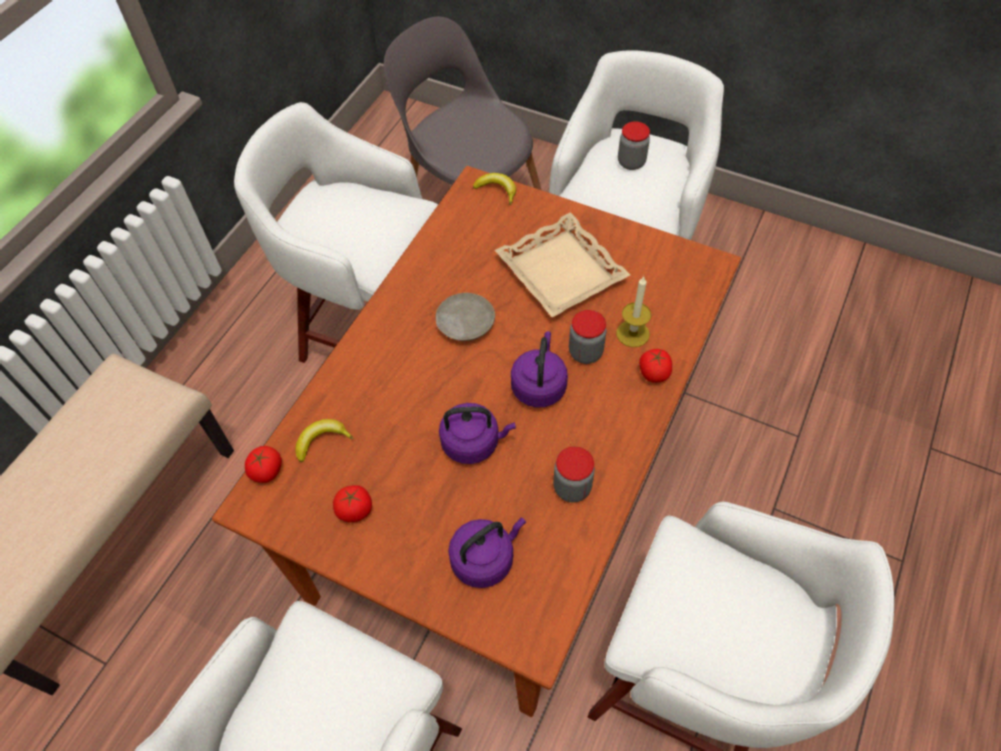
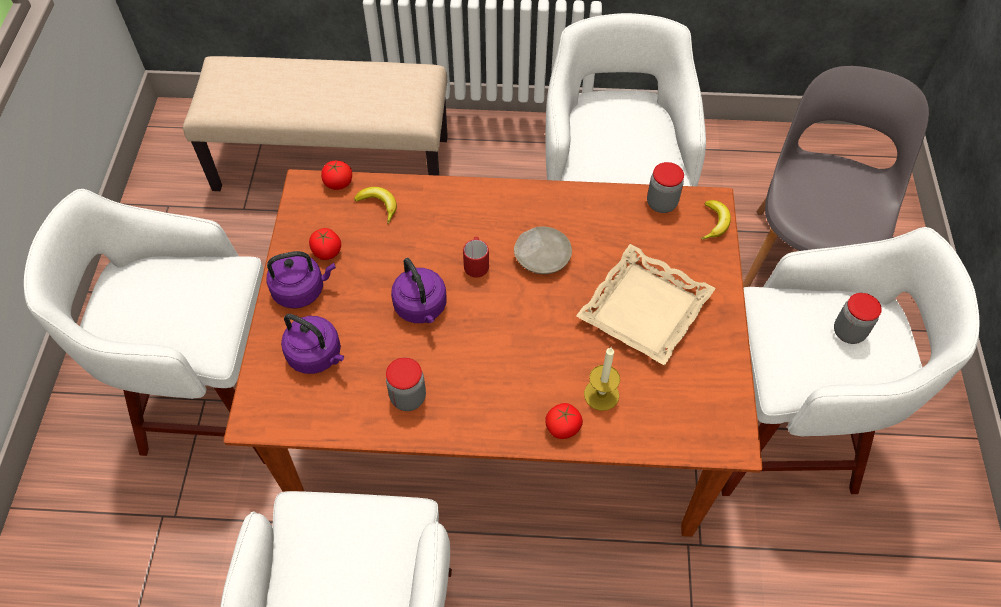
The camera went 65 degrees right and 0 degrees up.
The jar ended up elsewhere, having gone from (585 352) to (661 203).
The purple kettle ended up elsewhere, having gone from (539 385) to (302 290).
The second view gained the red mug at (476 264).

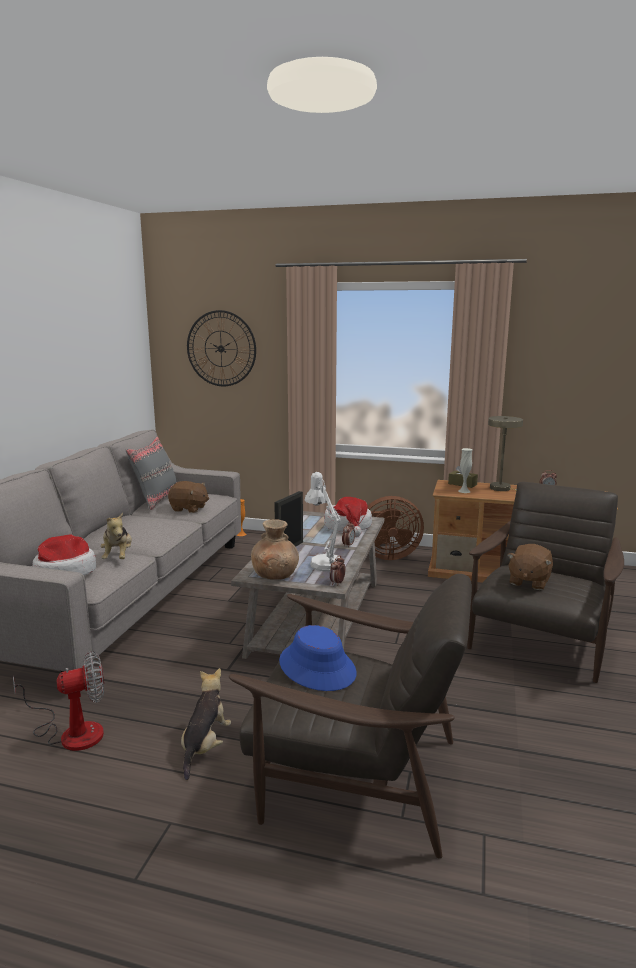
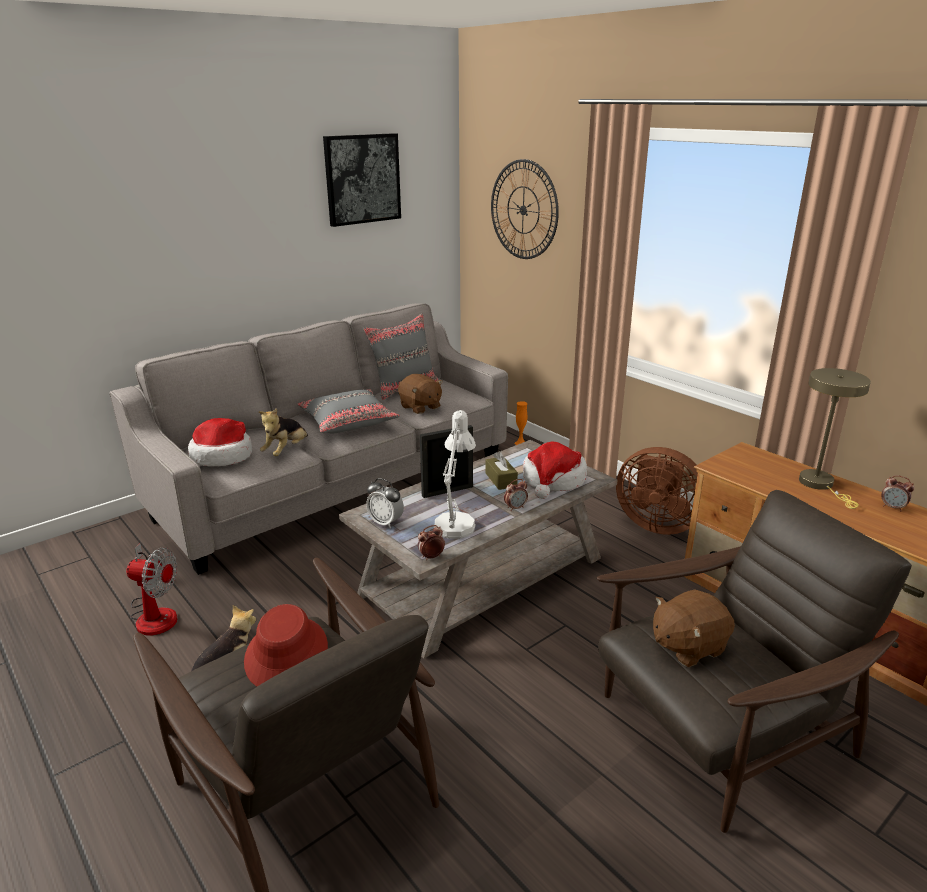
The camera went 35 degrees right and 10 degrees up.
The second view lost the white vase at (464 491).
The brown tissue box ended up elsewhere, having gone from (462 484) to (501 480).
Where the brown vase stood at (275 575), the alarm clock came to stand at (386 523).
What was the blue hat at (317 667) turned into the red hat at (287 654).
The second view gained the picture at (362 179).
The second view gained the grey pillow at (348 421).

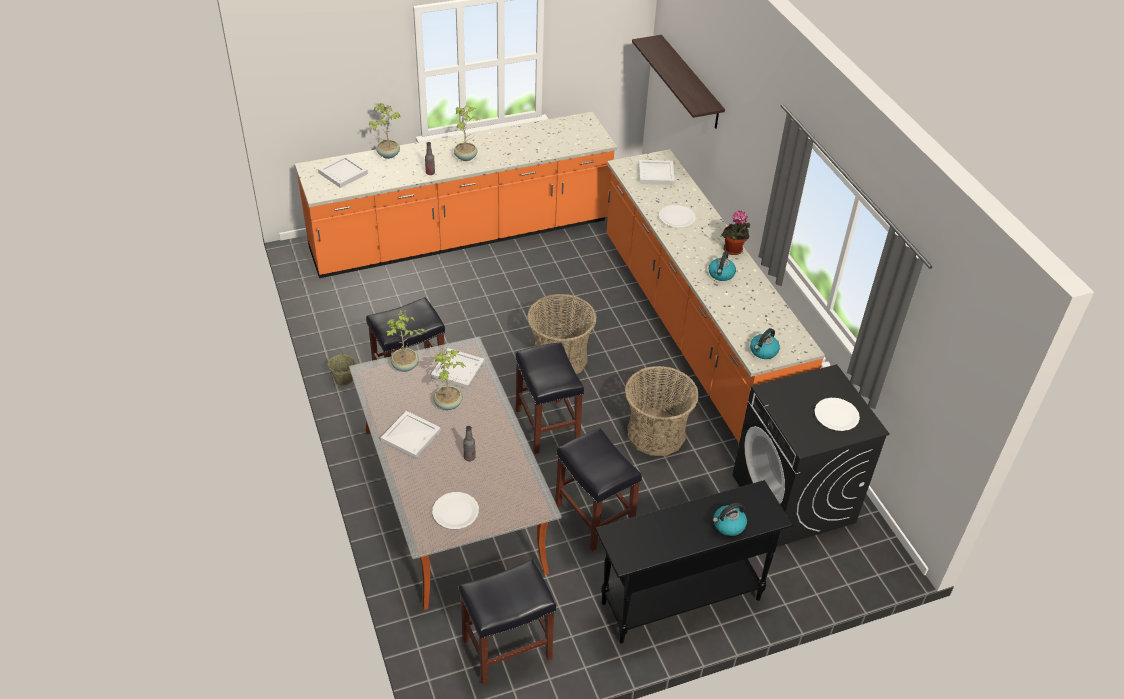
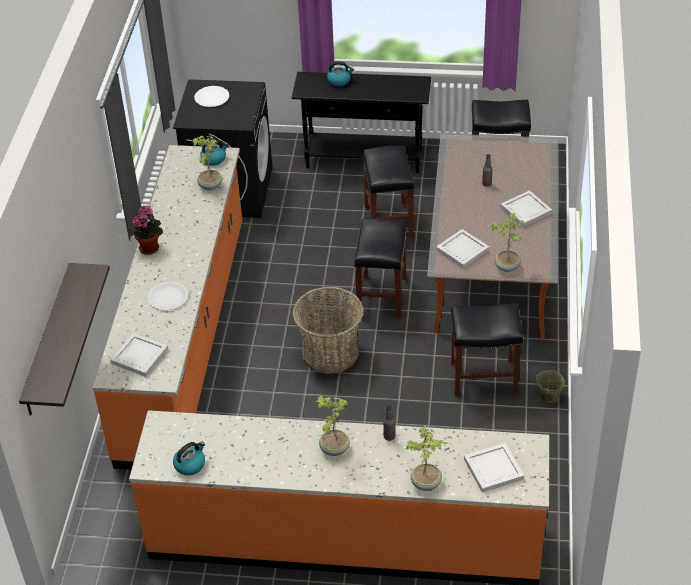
The camera went 150 degrees left and 0 degrees up.
The kettle ended up elsewhere, having gone from (721 274) to (190 464).
The potted plant ended up elsewhere, having gone from (449 403) to (209 186).
The second view lost the basket at (656 434).
The second view lost the white plate at (455 511).

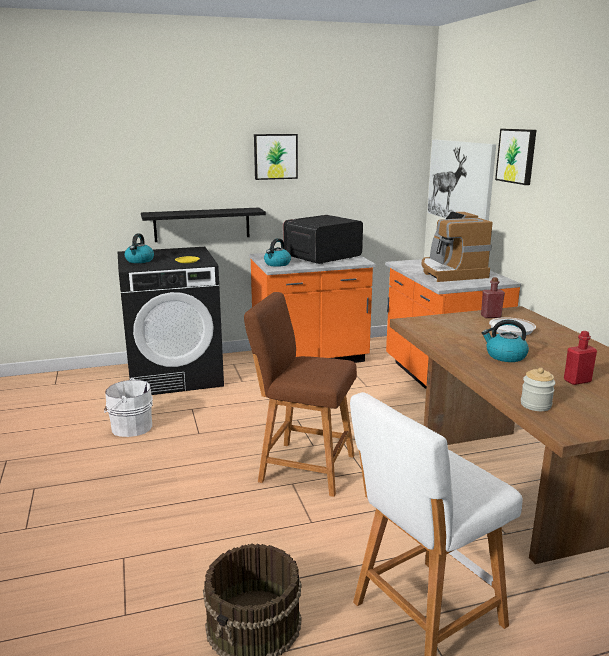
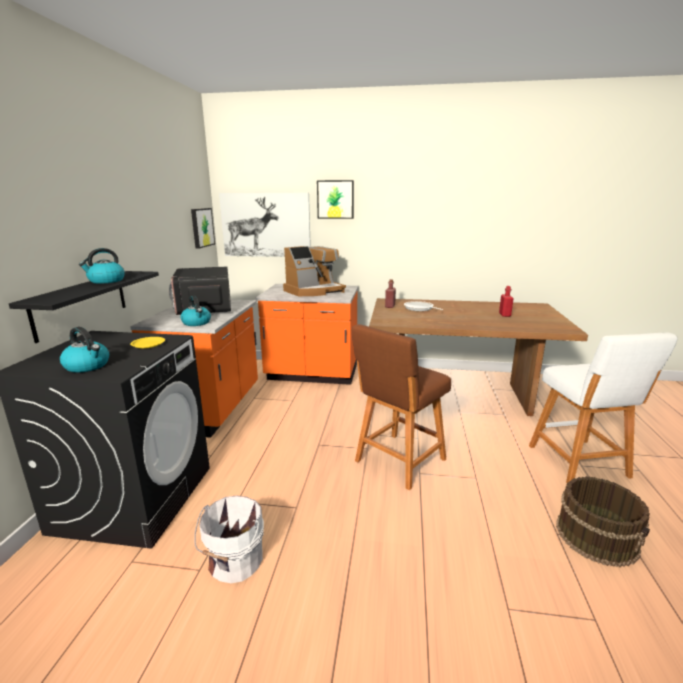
The camera went 65 degrees left and 0 degrees up.
The picture ended up elsewhere, having gone from (275 156) to (201 227).
The coffee machine at (450 273) ended up facing another way, 45 degrees counterclockwise from before.
The kettle ended up elsewhere, having gone from (505 356) to (106 281).
The second view lost the jar at (535 405).

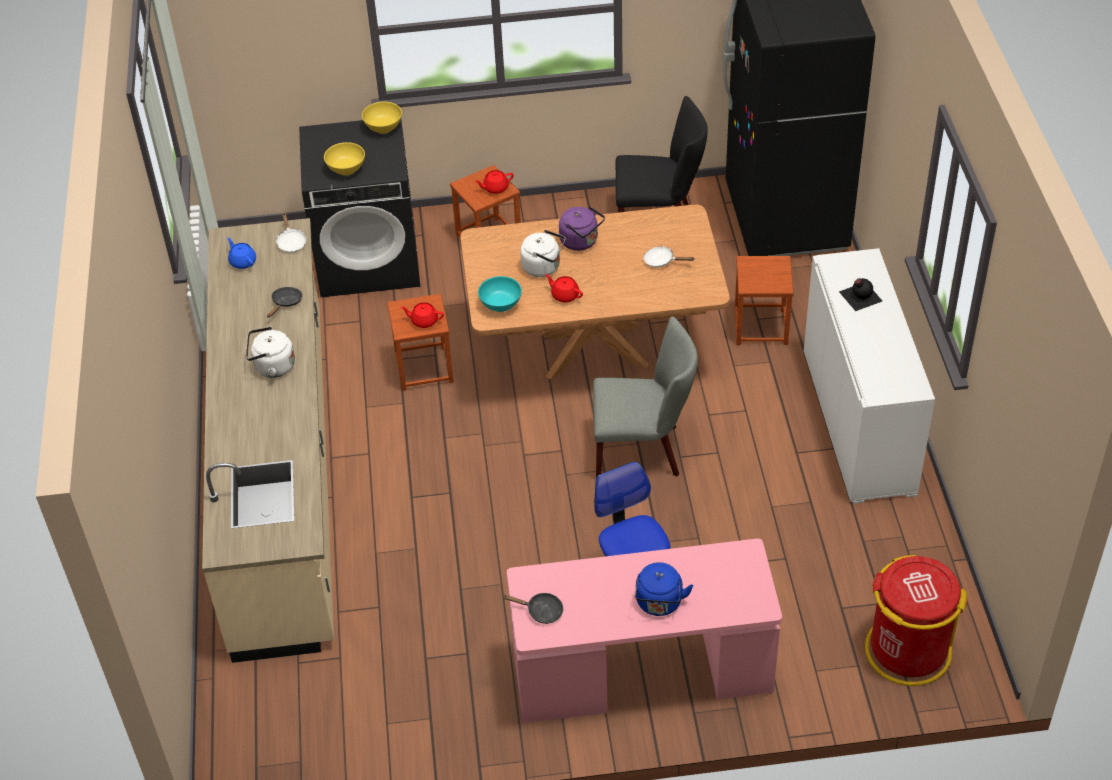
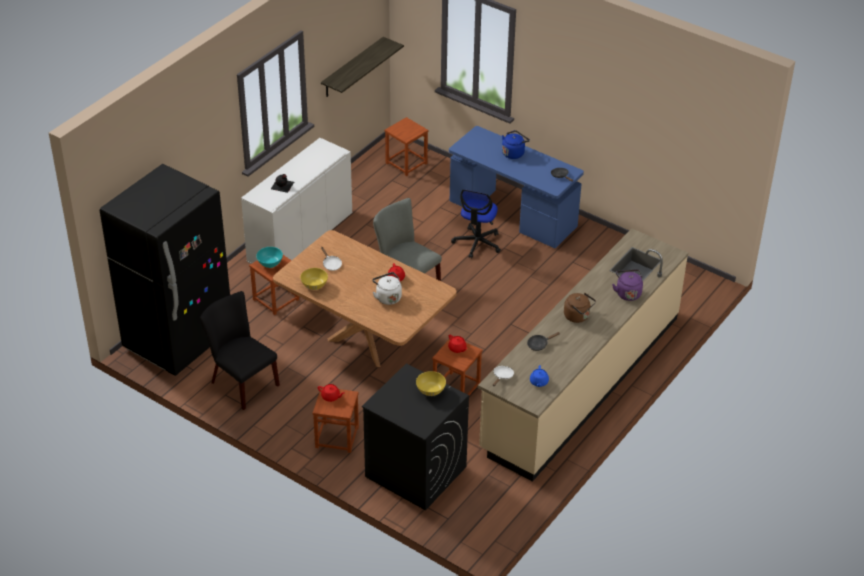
The camera went 140 degrees left and 5 degrees down.
The yellow bowl ended up elsewhere, having gone from (383 128) to (314 285).
The purple kettle ended up elsewhere, having gone from (581 242) to (627 293).
The turquoise bowl ended up elsewhere, having gone from (500 305) to (270 264).
What was the white kettle at (272 367) turned into the brown kettle at (578 316).
What was the pink desk at (642 675) turned into the blue desk at (512 214).
Where the red trash can stood at (907 651), the brown stool came to stand at (406 163).
The second view gained the shelf at (352 68).

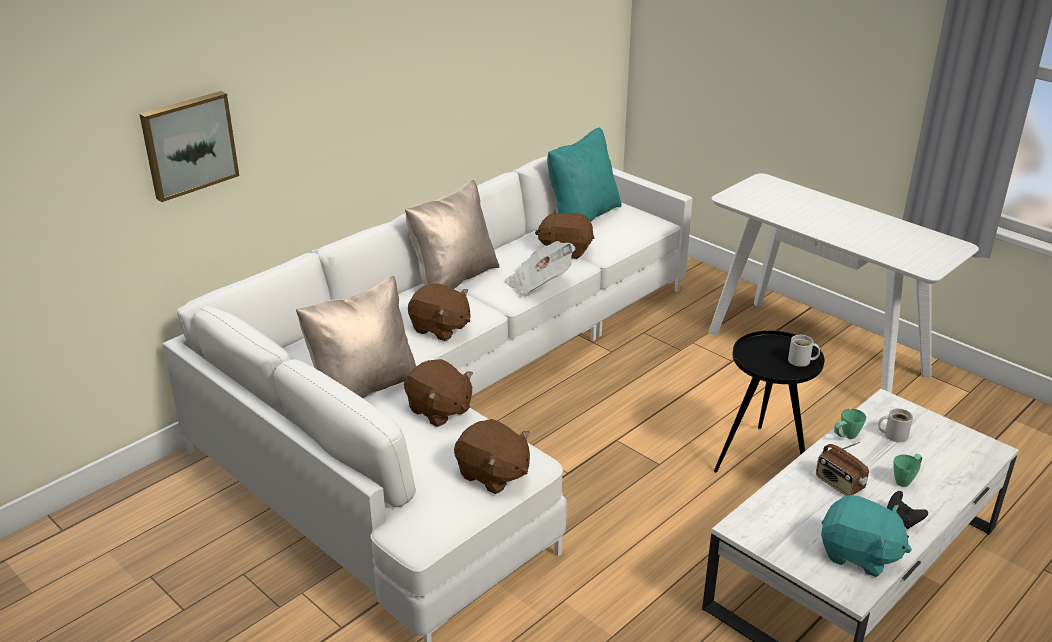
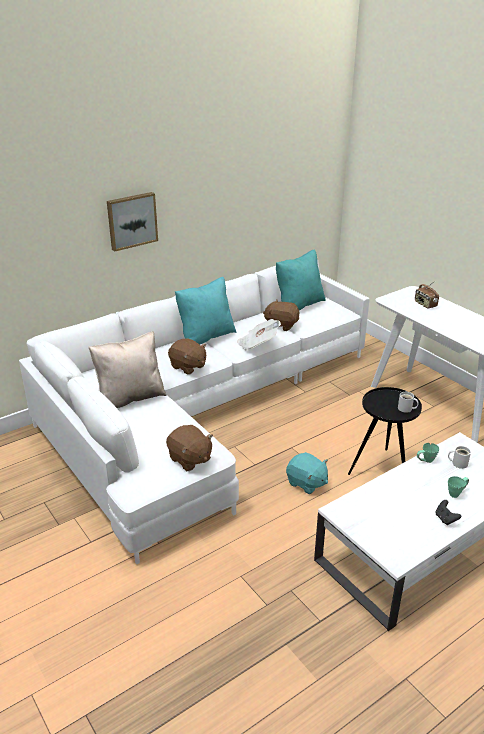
The camera went 10 degrees right and 0 degrees up.
The picture ended up elsewhere, having gone from (188 144) to (131 220).
What was the beige pillow at (453 278) turned into the turquoise pillow at (206 336).
The second view lost the brown plush toy at (439 410).
The radio ended up elsewhere, having gone from (839 484) to (425 304).
The turquoise plush toy ended up elsewhere, having gone from (859 554) to (306 483).

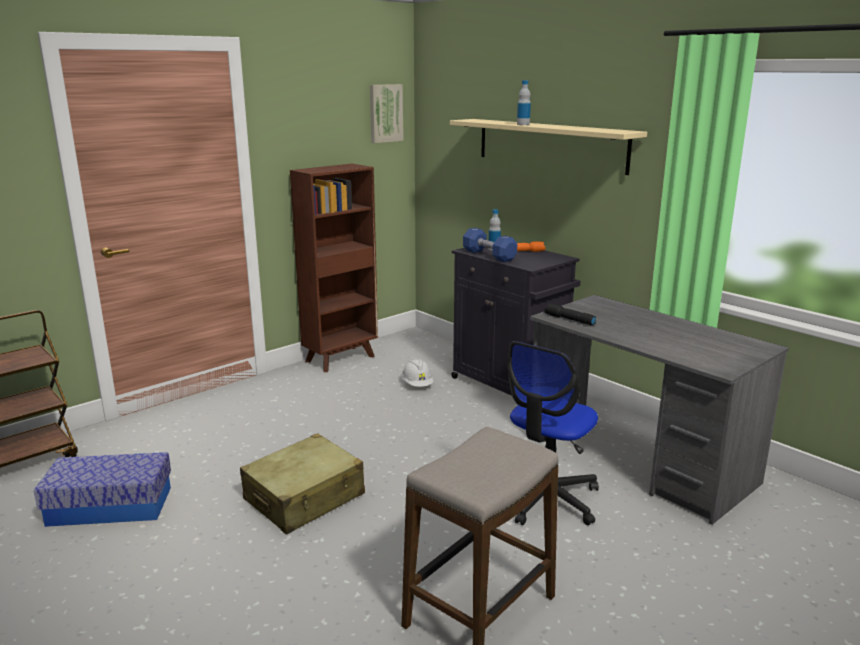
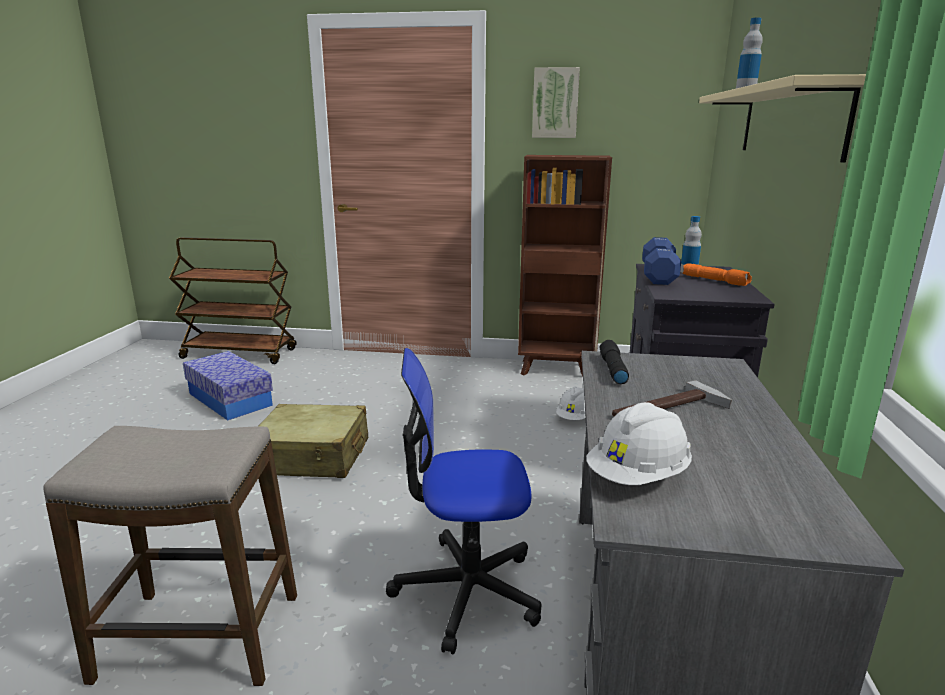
The camera went 50 degrees right and 0 degrees up.
The picture ended up elsewhere, having gone from (385 113) to (555 103).
The second view gained the hammer at (669 409).
The second view gained the white hard hat at (638 477).

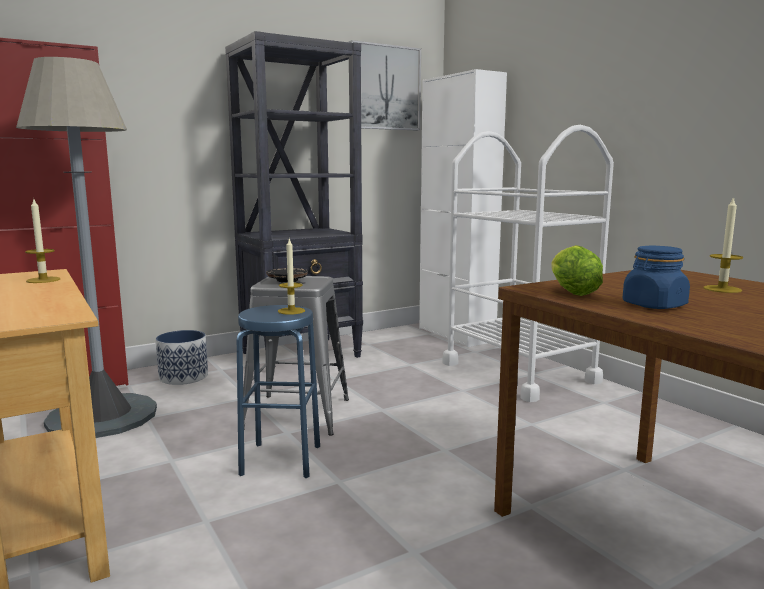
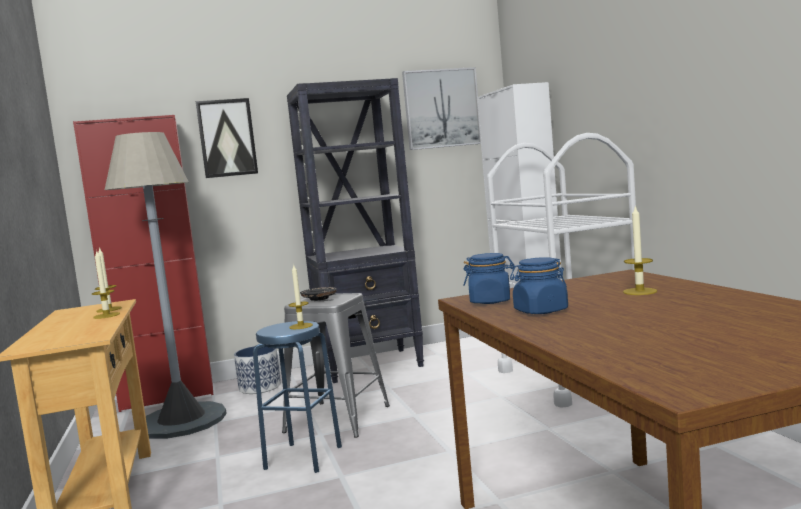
The camera went 15 degrees right and 5 degrees down.
Where the lettuce stood at (570 292), the blue jar came to stand at (491 301).
The second view gained the picture at (227 138).
The second view gained the candle at (106 315).

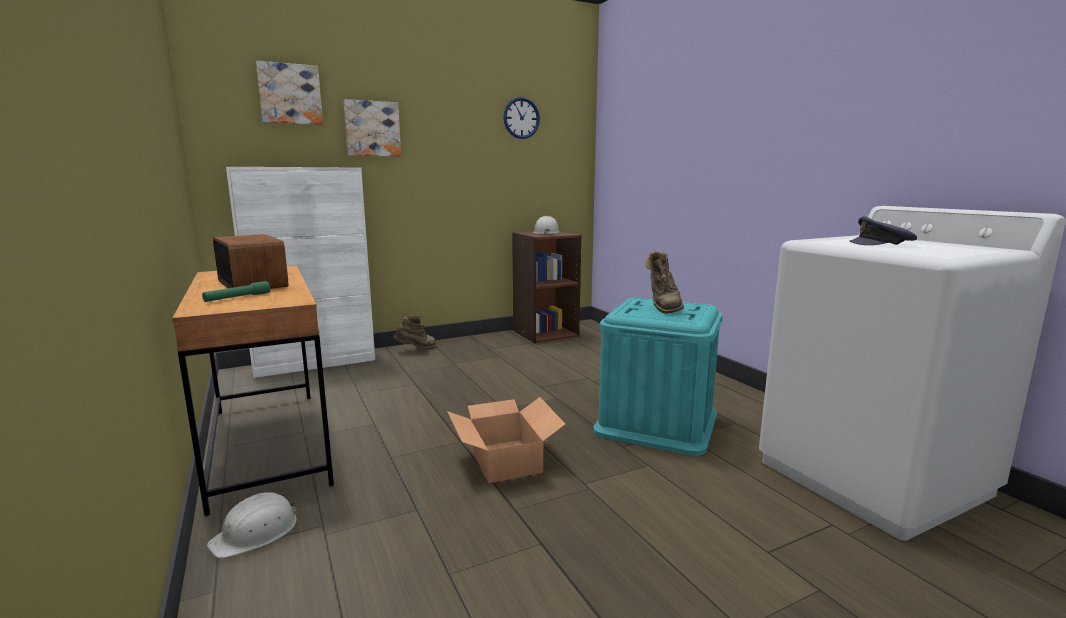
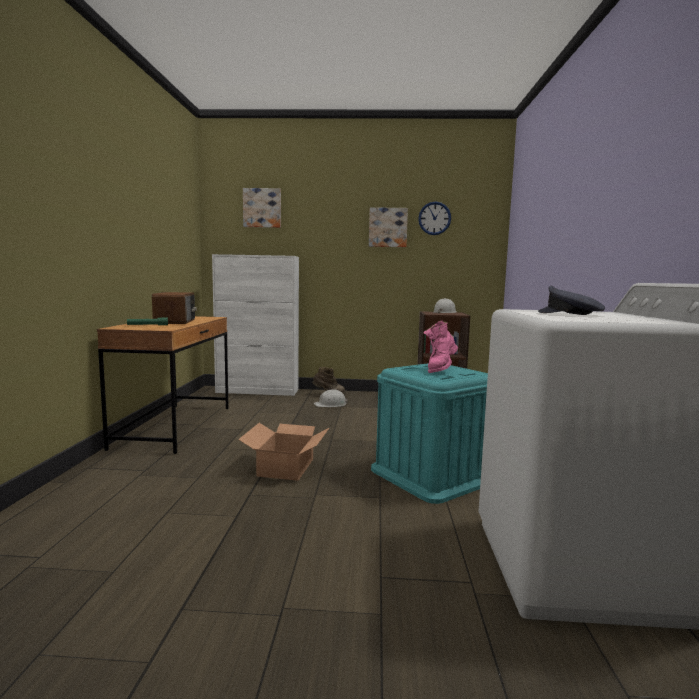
The camera went 30 degrees right and 5 degrees down.
The picture ended up elsewhere, having gone from (372 129) to (388 227).
What was the brown boot at (663 307) turned into the pink boot at (440 369).
The white hard hat ended up elsewhere, having gone from (256 533) to (331 404).

